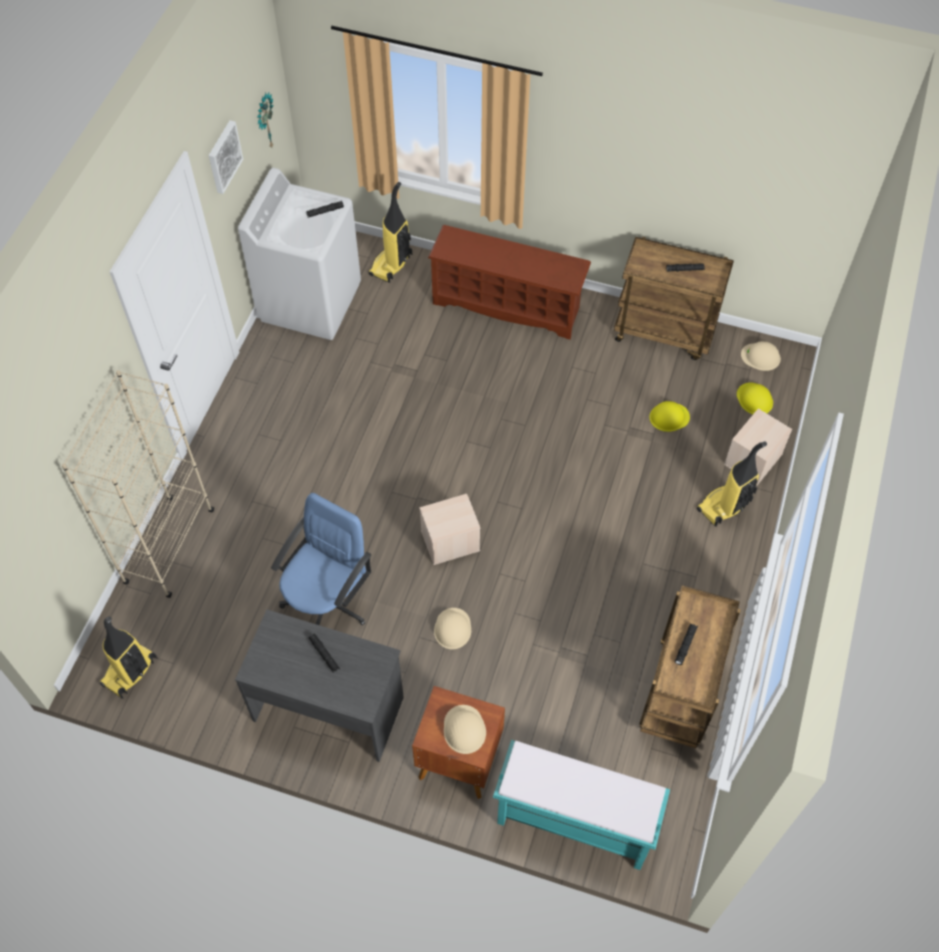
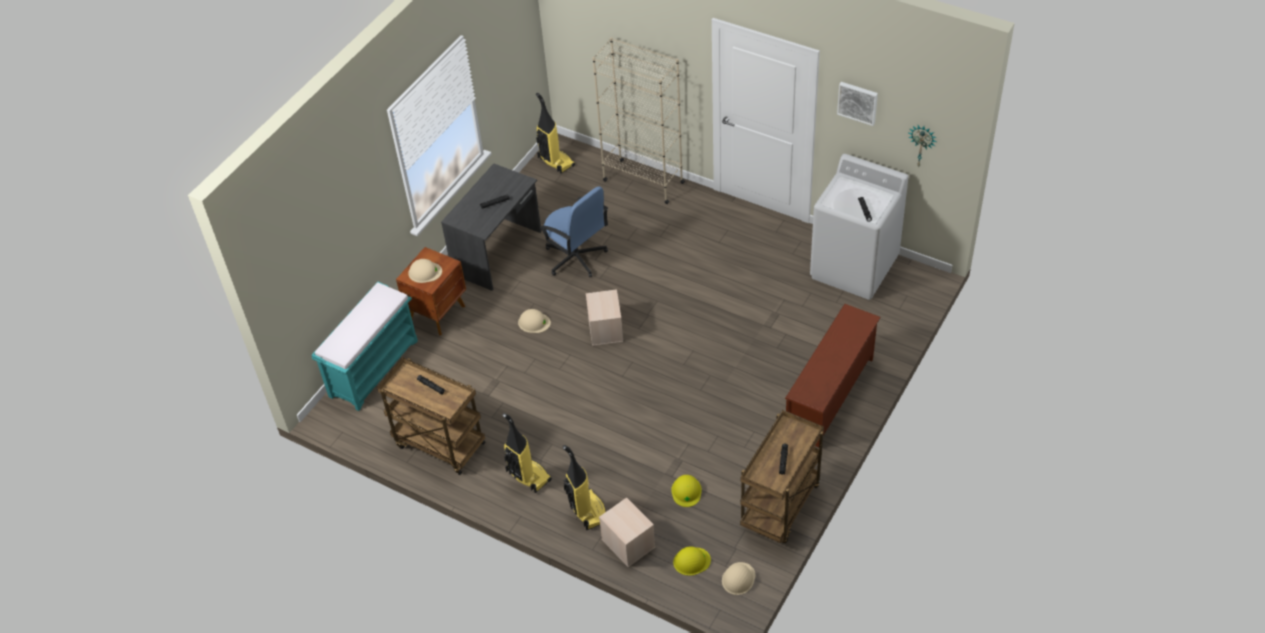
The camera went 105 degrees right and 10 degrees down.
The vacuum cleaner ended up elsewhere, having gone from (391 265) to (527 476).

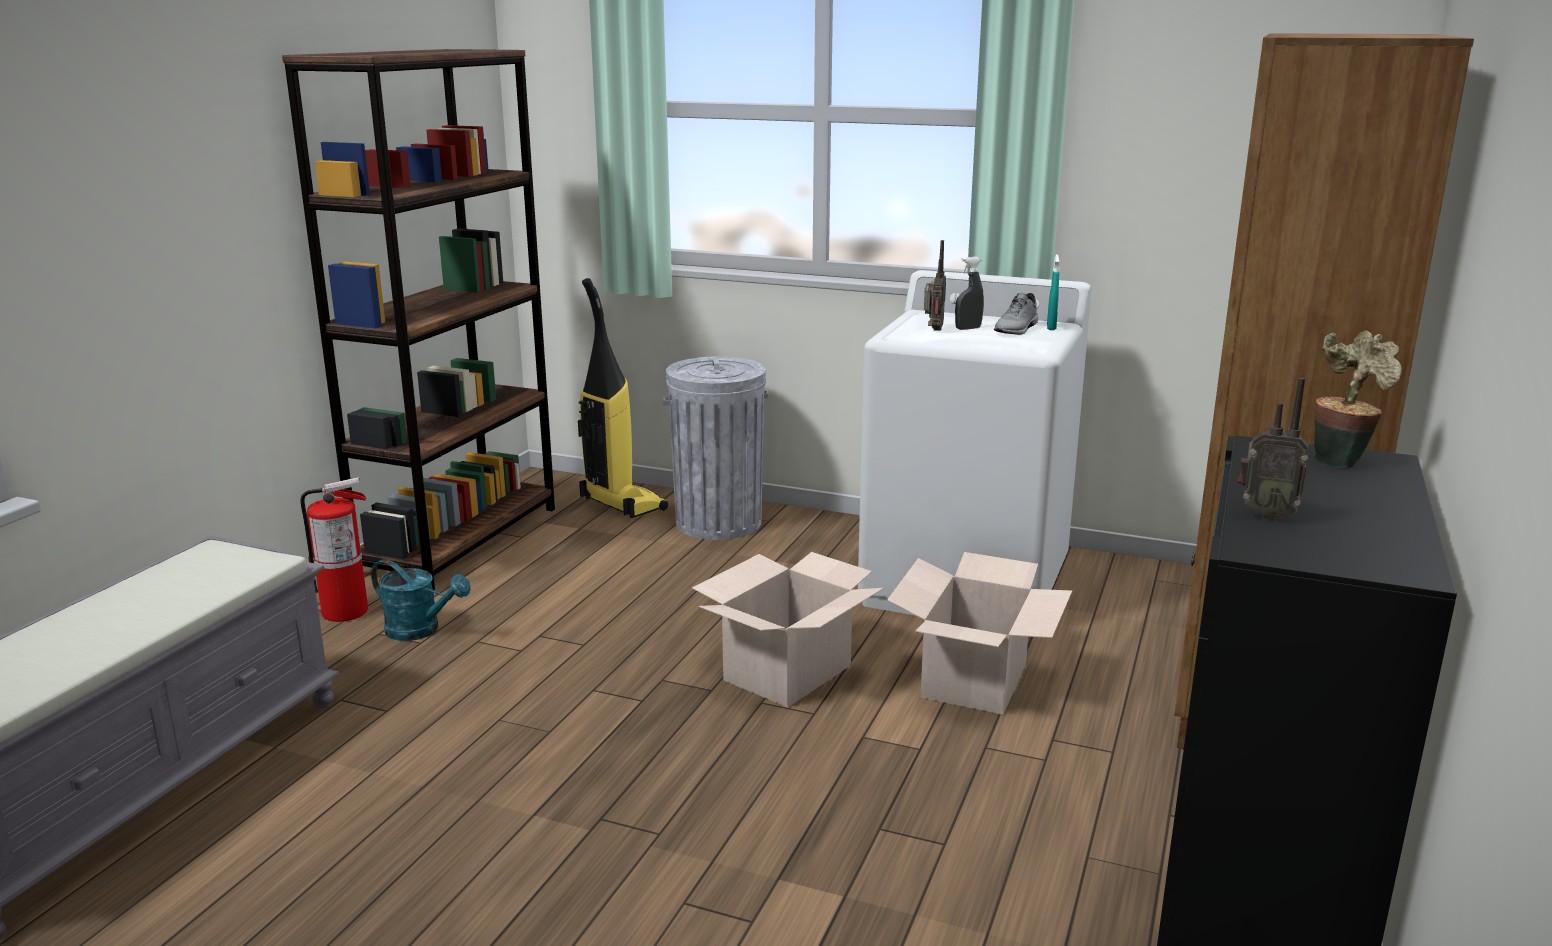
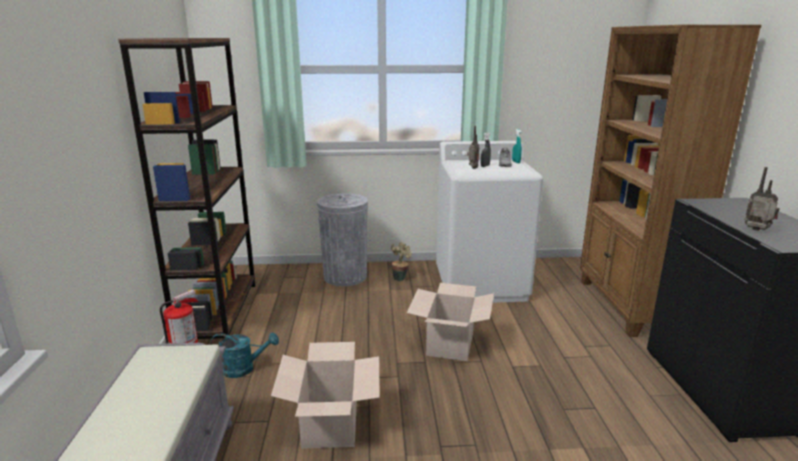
The camera went 25 degrees left and 0 degrees up.
The second view lost the vacuum cleaner at (621 504).
The potted plant ended up elsewhere, having gone from (1340 461) to (400 278).
The radio at (1265 515) ended up facing another way, 135 degrees counterclockwise from before.
The cardboard box ended up elsewhere, having gone from (973 680) to (329 424).

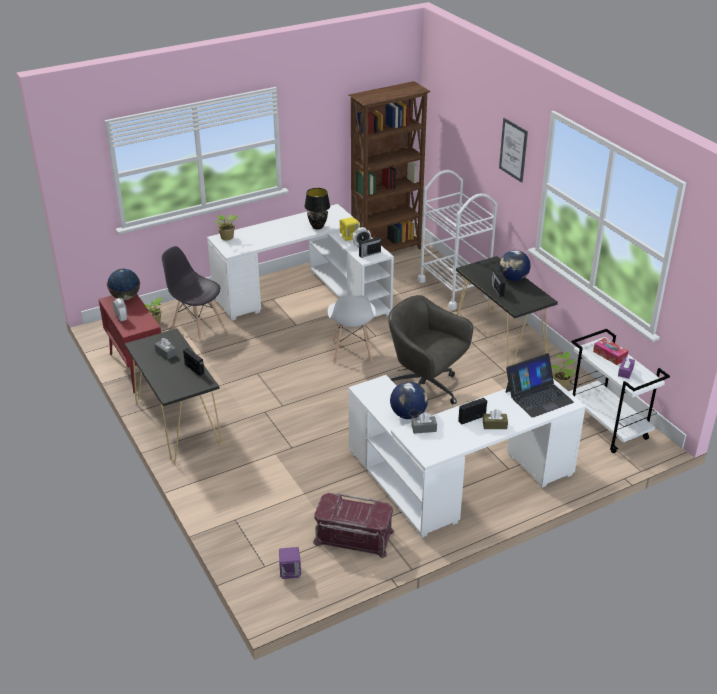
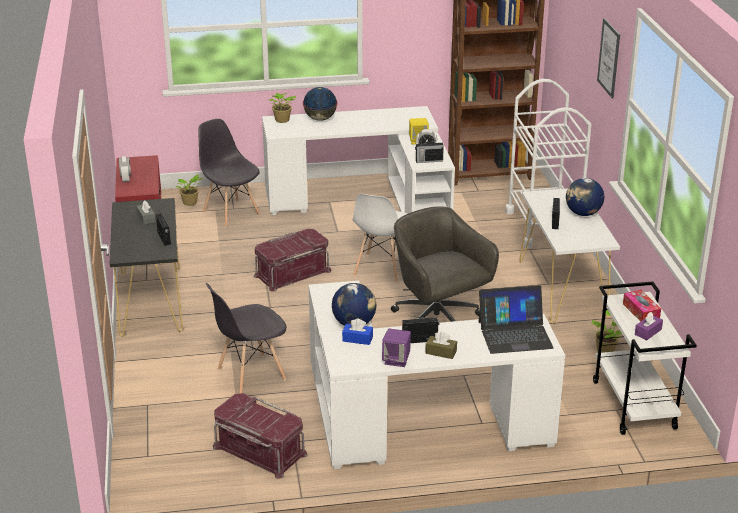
The camera went 20 degrees right and 5 degrees down.
The second view lost the black table lamp at (317 226).
What was the black console table at (500 340) turned into the white console table at (562 289).
The globe ended up elsewhere, having gone from (125 297) to (320 119).
What was the grey tissue box at (424 428) turned into the blue tissue box at (357 339).
The purple speaker ended up elsewhere, having gone from (290 572) to (396 360).
The second view gained the red storage box at (292 273).
The second view gained the grey chair at (250 375).

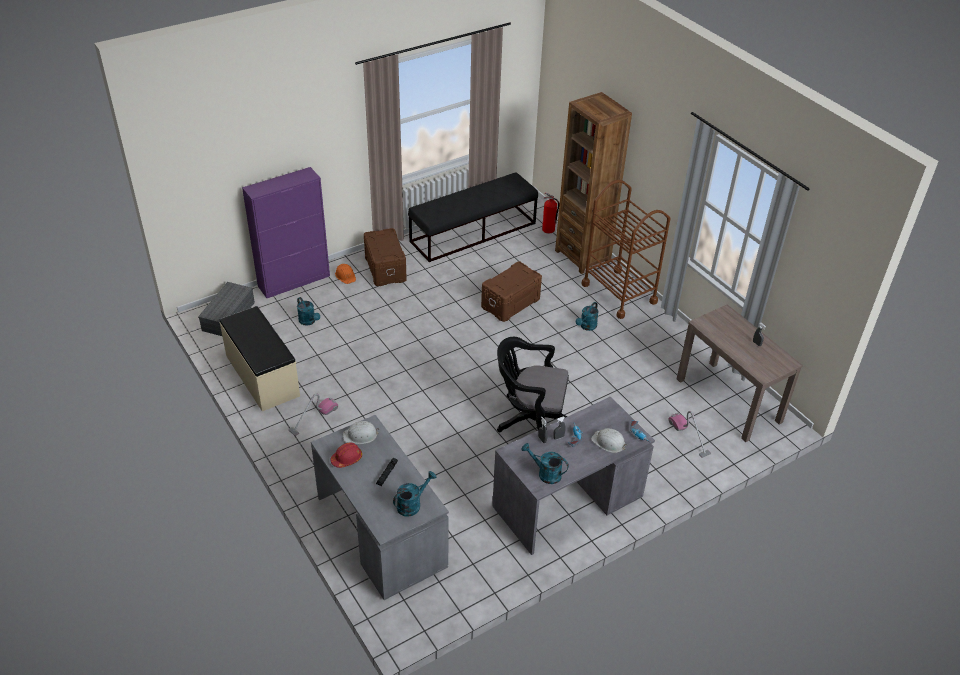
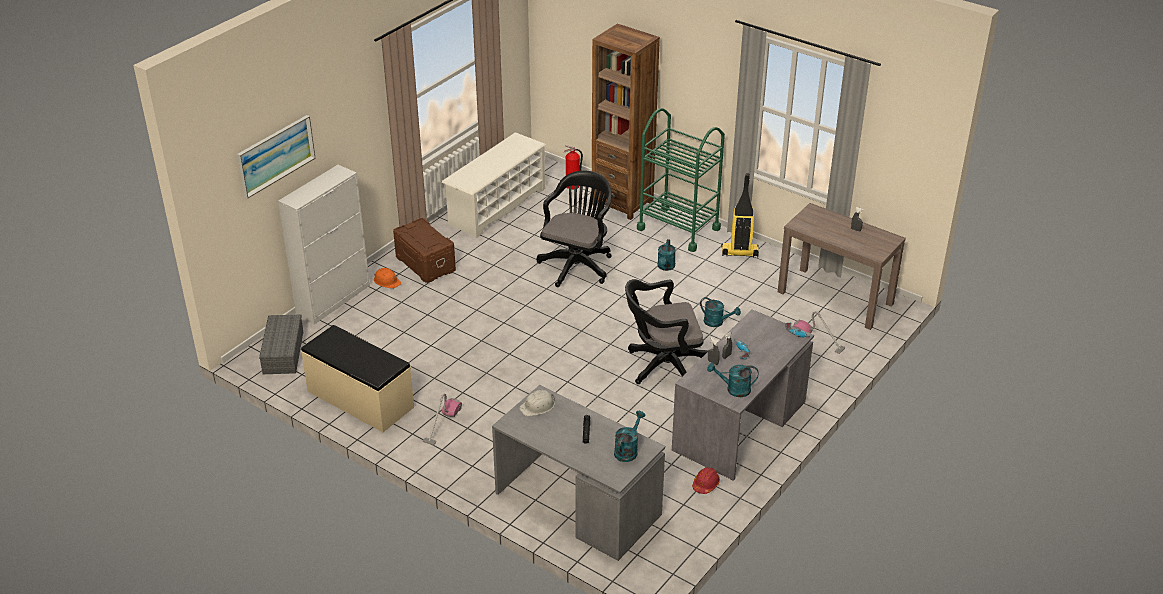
The camera went 20 degrees left and 5 degrees down.
What was the purple cabinet at (294 281) turned into the white cabinet at (334 300).
Where the black bench stood at (473 232), the white shoe rack came to stand at (497 206).
What was the brown cart at (619 293) turned into the green cart at (678 229).
Where the brown storage box stood at (511 303), the black office chair came to stand at (577 264).
The turquoise watering can ended up elsewhere, having gone from (309 321) to (717 322).
The second view lost the white hard hat at (608 442).
The red hard hat ended up elsewhere, having gone from (347 459) to (705 484).
The second view gained the picture at (276 155).
The second view gained the vacuum cleaner at (739 252).

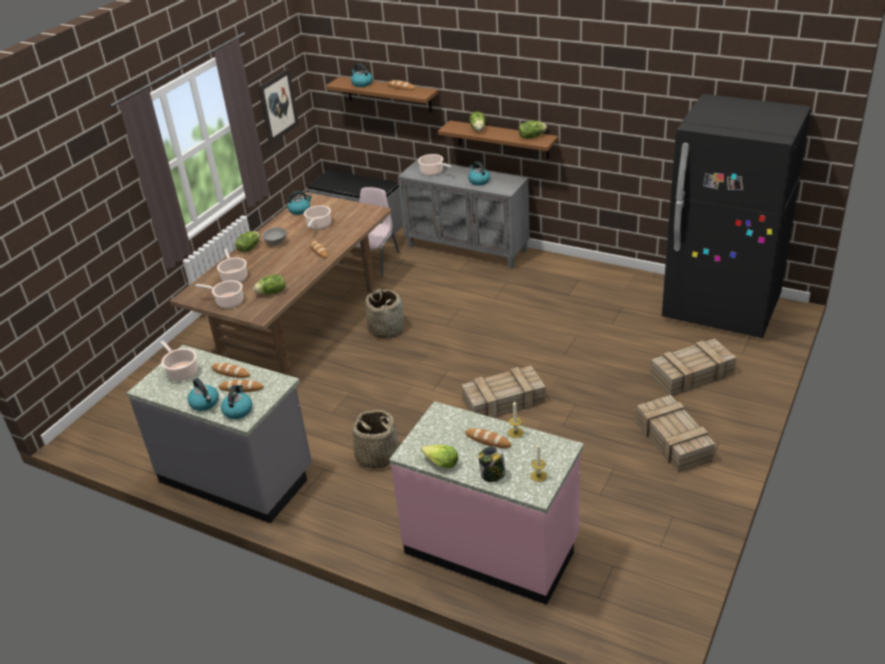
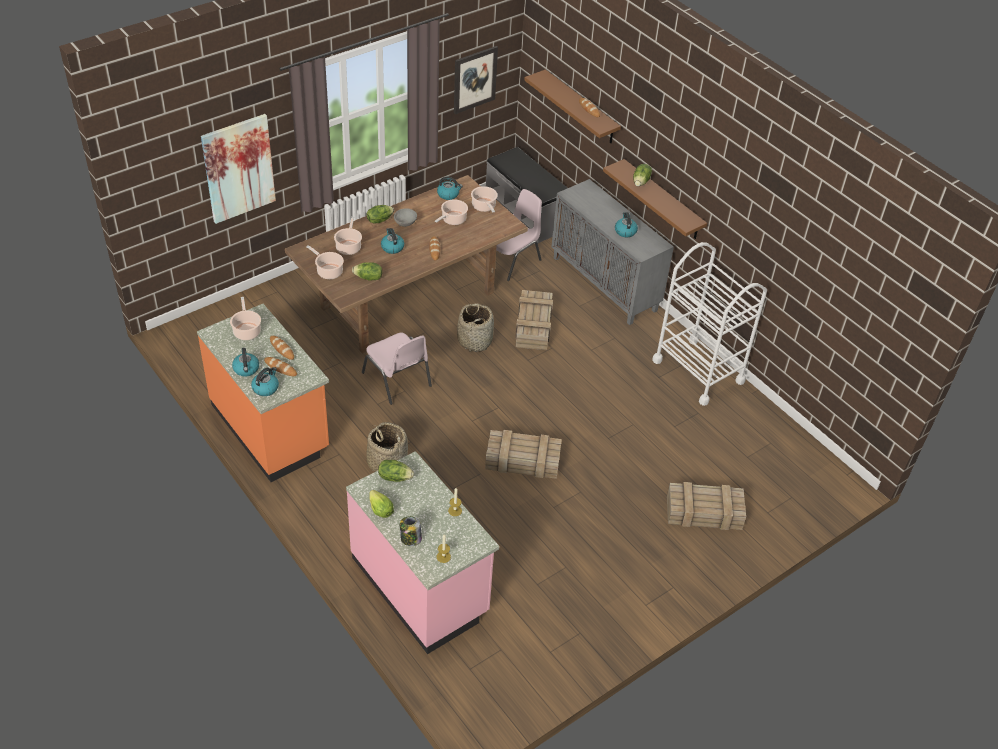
The camera went 20 degrees right and 10 degrees up.
The kettle ended up elsewhere, having gone from (361 83) to (392 247).
The second view lost the black fridge at (721 309).
The lettuce ended up elsewhere, having gone from (532 137) to (395 477).
The cooking pot ended up elsewhere, having gone from (433 172) to (484 207).
What was the grey counter at (237 475) turned into the orange counter at (271 427).
The crate ended up elsewhere, having gone from (674 441) to (533 327).
The second view lost the bread at (488 440).
The second view gained the picture at (238 168).
The second view gained the white cart at (698 371).
The second view gained the pink chair at (397 380).

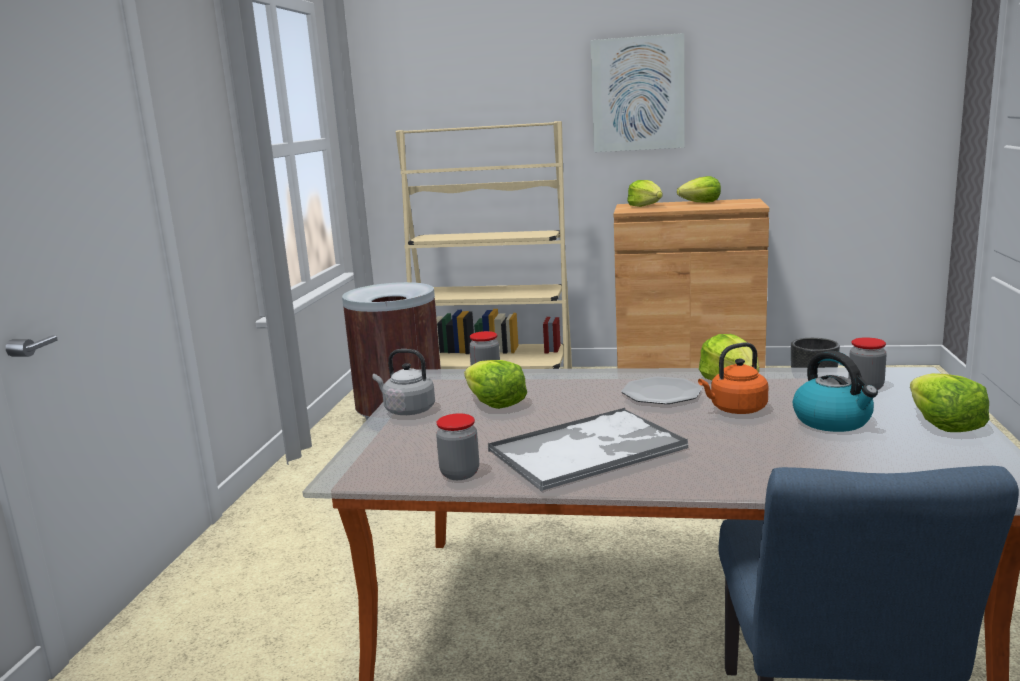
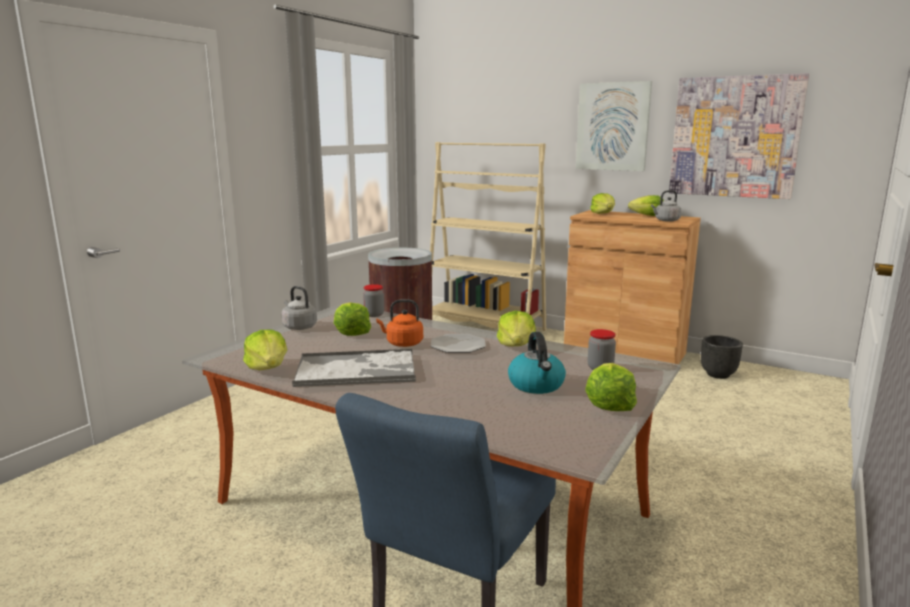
The camera went 20 degrees right and 0 degrees up.
The orange kettle ended up elsewhere, having gone from (735 409) to (402 343).
Where the jar stood at (460 474), the lettuce came to stand at (268 368).
The second view gained the picture at (734 137).
The second view gained the grey kettle at (666 220).

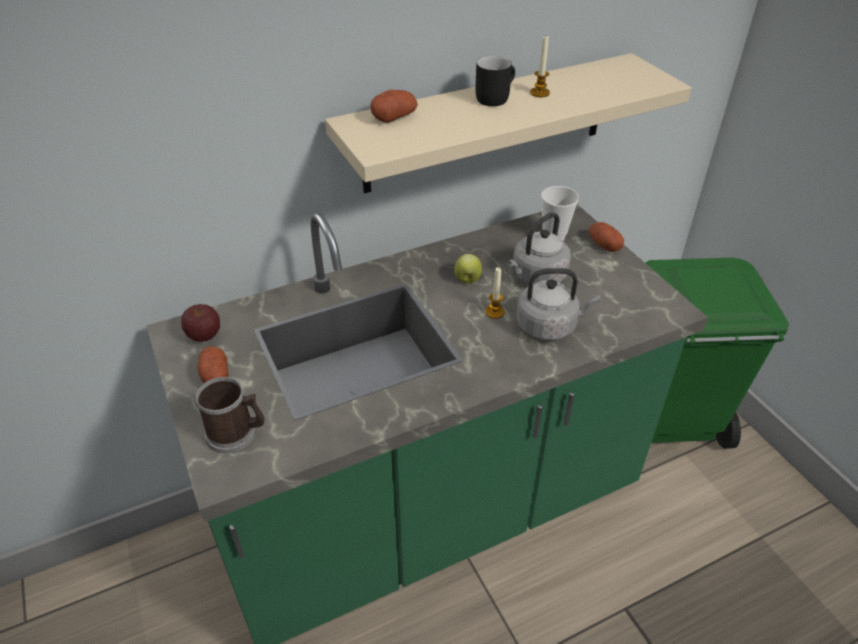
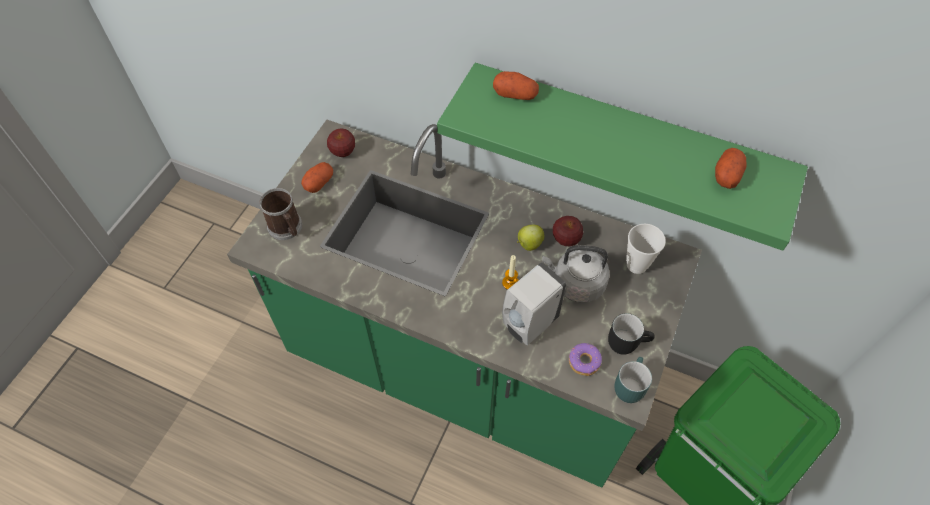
The camera went 50 degrees right and 15 degrees up.
The second view lost the candle at (539 93).
What was the beige shelf at (487 123) turned into the green shelf at (625 140).
The black mug ended up elsewhere, having gone from (493 97) to (627 341).
The potato ended up elsewhere, having gone from (604 245) to (726 175).
Where the grey kettle stood at (549 326), the white soap dispenser came to stand at (528 325).
The second view gained the apple at (566 239).
The second view gained the donut at (584 362).
The second view gained the turquoise mug at (628 384).

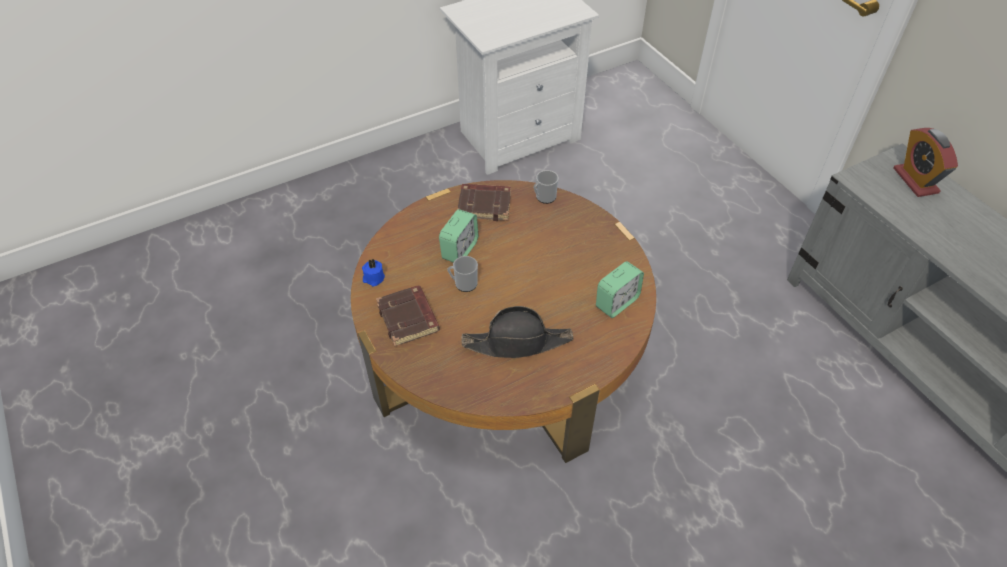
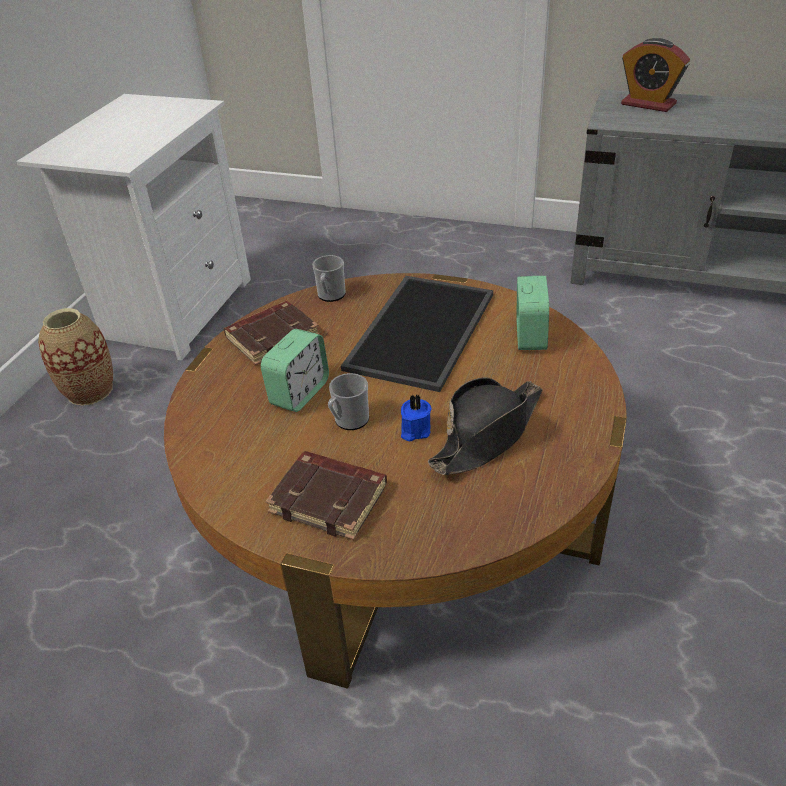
The camera went 40 degrees left and 10 degrees down.
The alarm clock at (459 250) ended up facing another way, 45 degrees clockwise from before.
The blue candle ended up elsewhere, having gone from (373 278) to (414 430).
The second view gained the tray at (419 329).
The second view gained the vase at (90 391).

